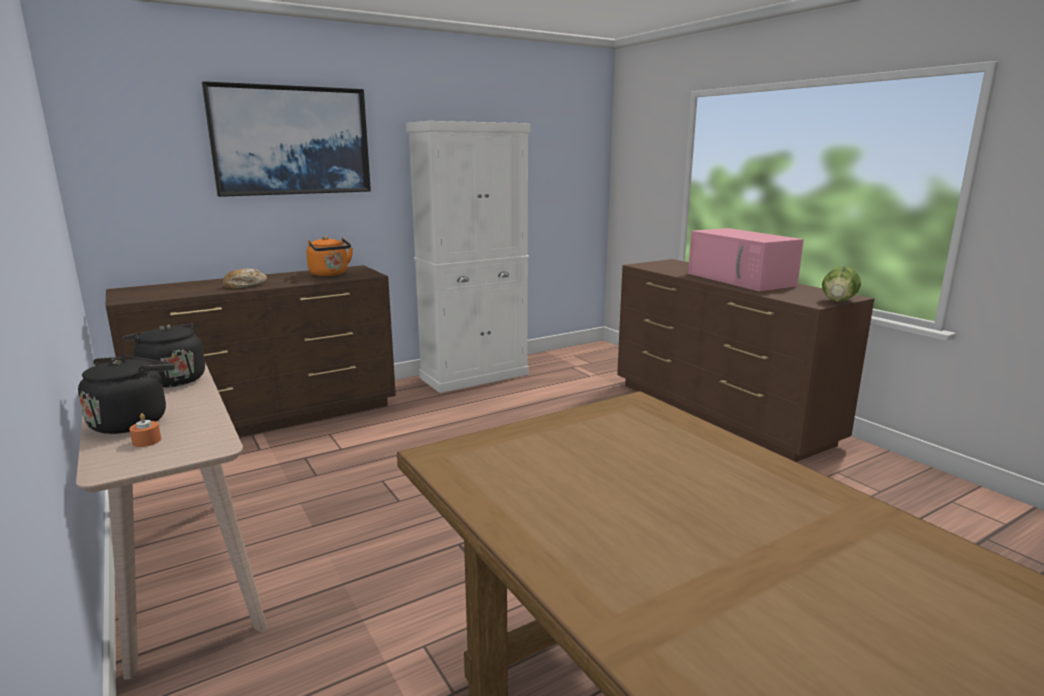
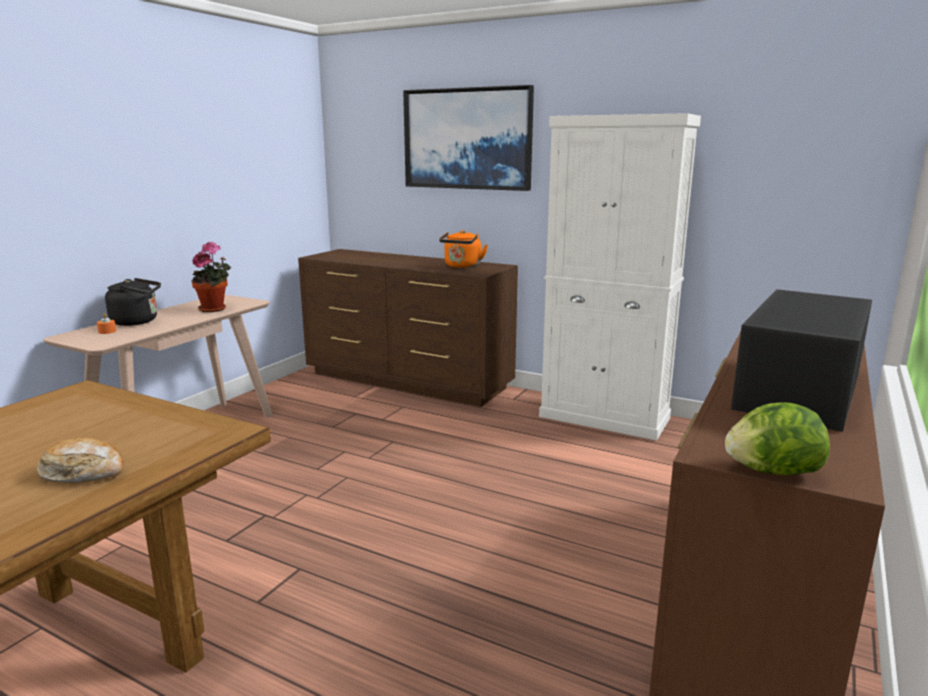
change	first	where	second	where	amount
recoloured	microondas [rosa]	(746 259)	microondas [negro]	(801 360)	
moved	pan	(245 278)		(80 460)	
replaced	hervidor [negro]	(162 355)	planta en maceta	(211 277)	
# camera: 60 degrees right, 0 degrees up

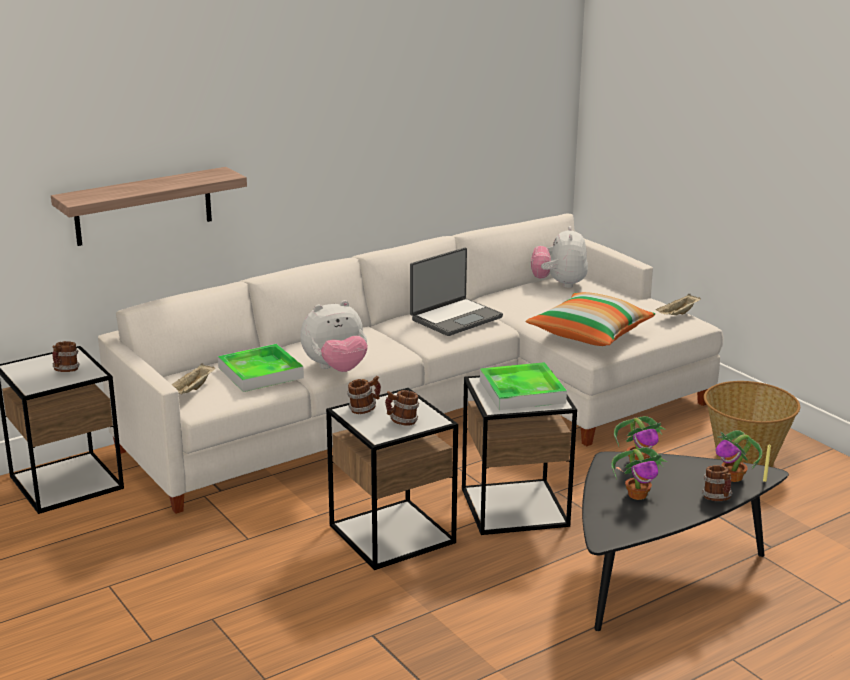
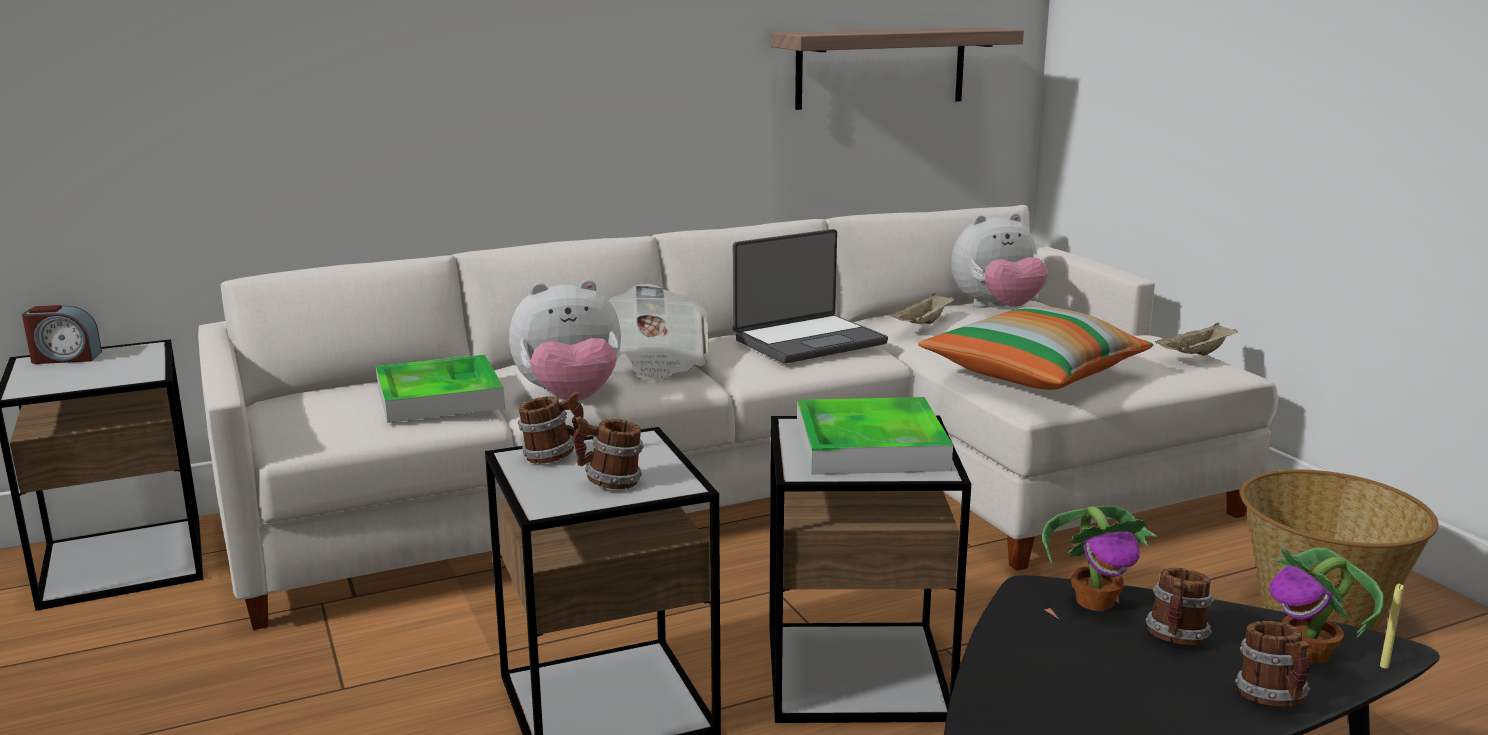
change	first	where	second	where	amount
moved	estante	(149 206)		(897 68)	
turned	peluche	(559 257)		(999 260)	120 degrees counterclockwise
moved	taza grande	(66 356)		(1179 607)	
moved	bandeja [beis]	(193 378)		(922 308)	
removed	planta en maceta	(639 473)			
added			periódico	(659 332)	
added			despertador	(62 334)	
# camera: 10 degrees right, 5 degrees down

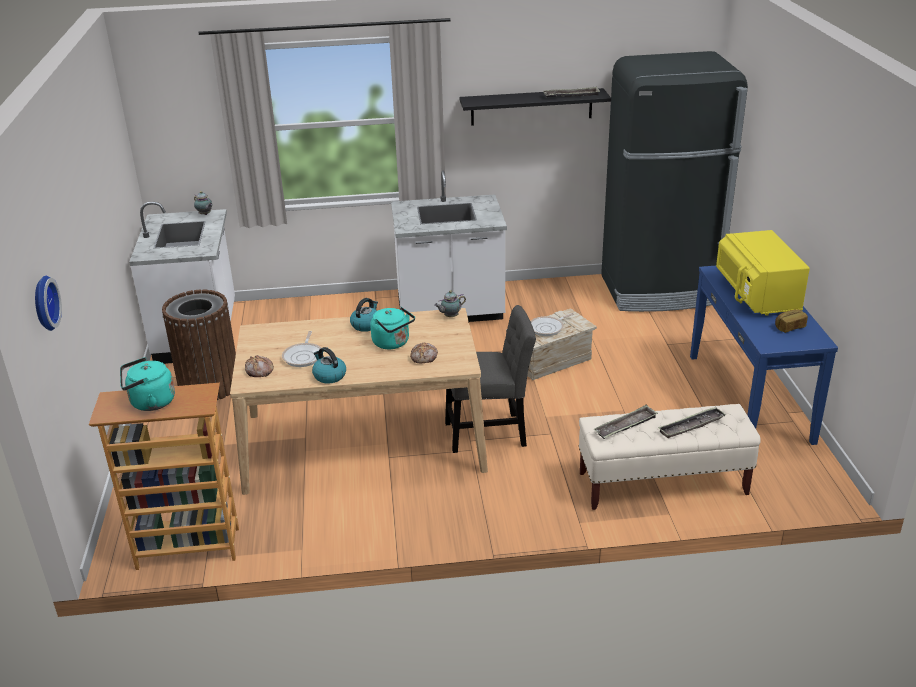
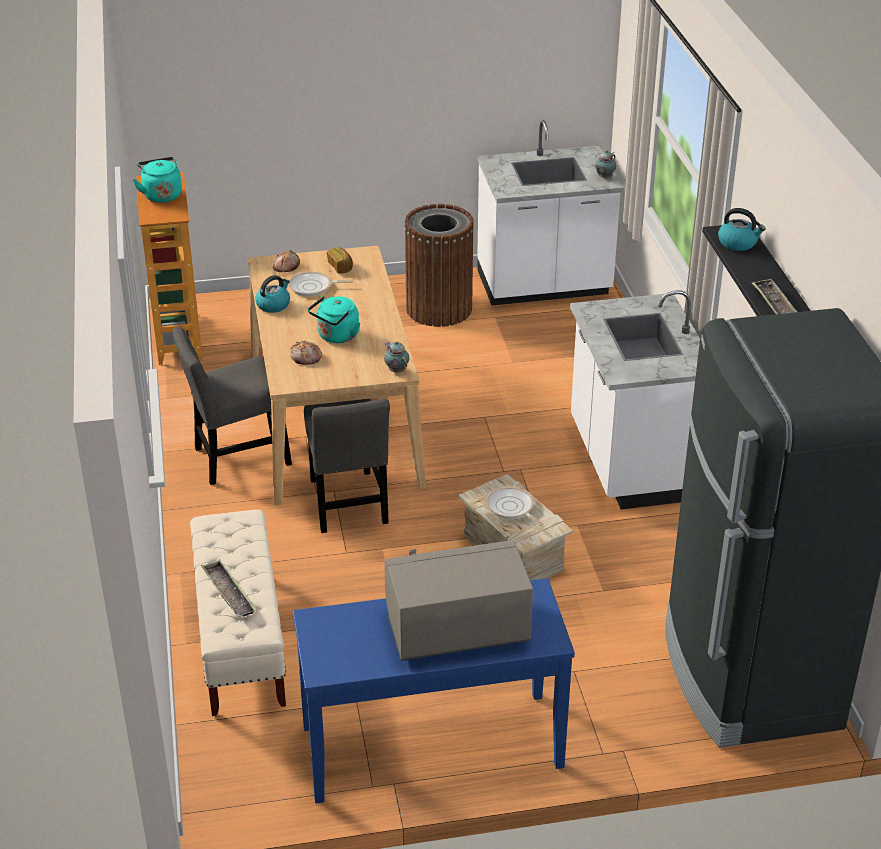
change	first	where	second	where	amount
recoloured	microondas [amarillo]	(763 273)	microondas [gris]	(458 600)	
removed	reloj de pared	(48 303)			
moved	hervidor	(364 315)		(742 229)	
moved	pan	(791 321)		(340 260)	
removed	bandeja	(626 422)			
added			silla [gris]	(232 406)	
# camera: 85 degrees right, 5 degrees up

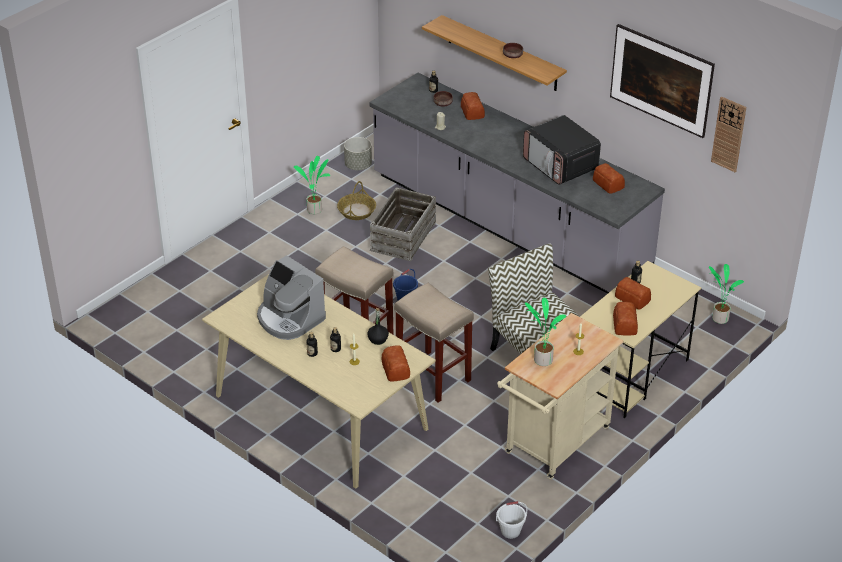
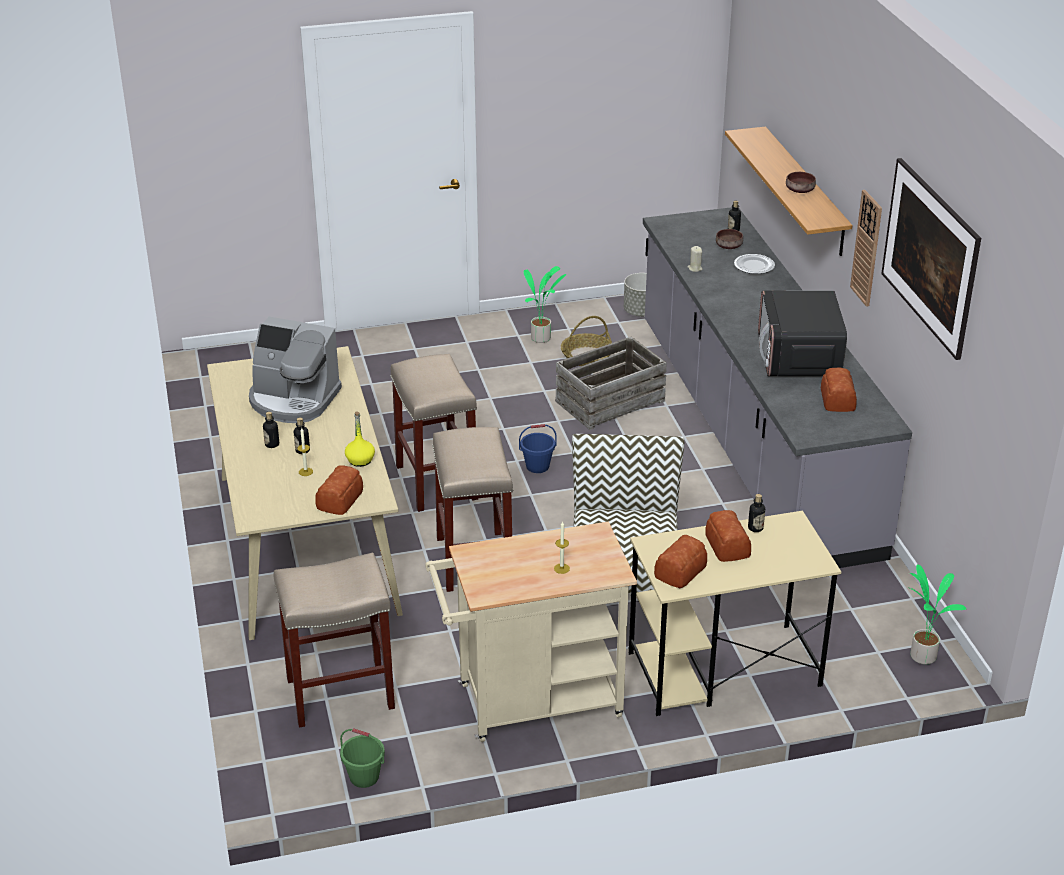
change	first	where	second	where	amount
replaced	pan	(473 106)	plato	(754 264)	
moved	reloj de pared	(728 134)		(866 248)	
turned	cafetera	(291 297)		(295 370)	60 degrees counterclockwise
removed	planta en maceta	(545 332)			
recoloured	botella [negro]	(378 326)	botella [amarillo]	(360 439)	
recoloured	cubo [blanco]	(511 520)	cubo [verde]	(362 758)	
added			taburete [beis]	(334 640)	
# camera: 35 degrees right, 5 degrees down

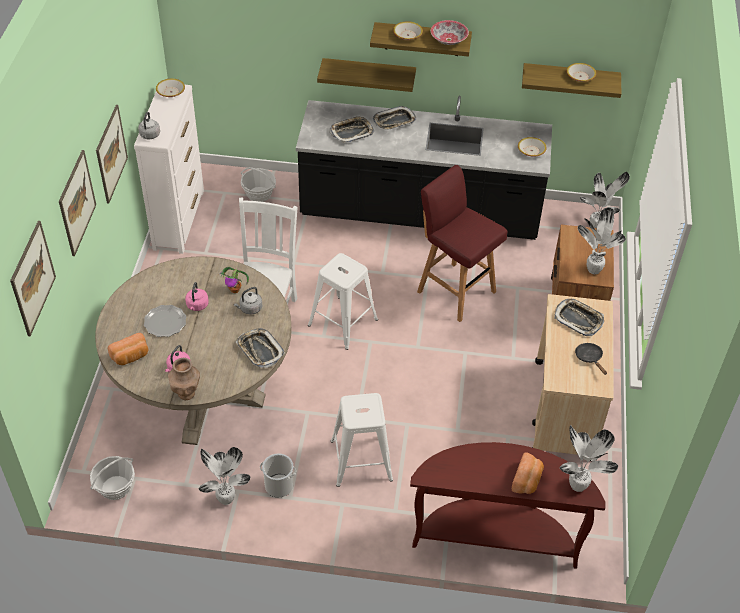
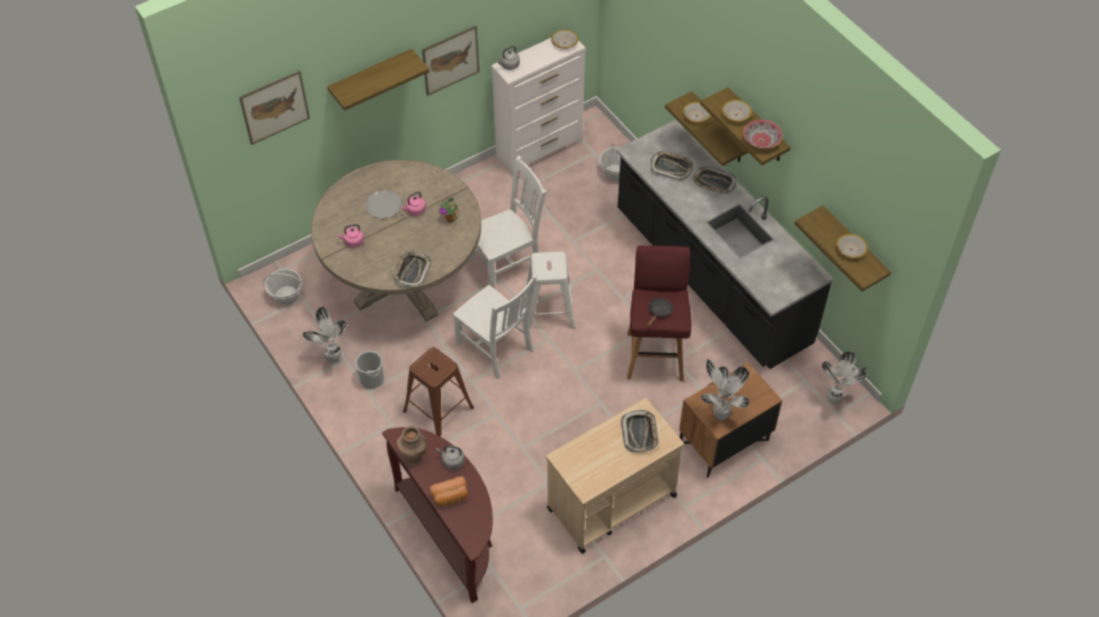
change	first	where	second	where	amount
moved	cuenco	(532 147)		(697 112)	
replaced	cuadro	(77 203)	estante	(378 80)	
moved	hervidor [gris]	(248 301)		(450 457)	
removed	pan	(128 349)			
moved	sartén [negro]	(591 359)		(660 312)	
moved	florero [marrón]	(184 379)		(412 444)	
recoloured	taburete [blanco]	(362 440)	taburete [marrón]	(438 392)	
removed	planta en maceta	(589 458)			
added			silla [blanco]	(495 327)	
# camera: 50 degrees right, 5 degrees up

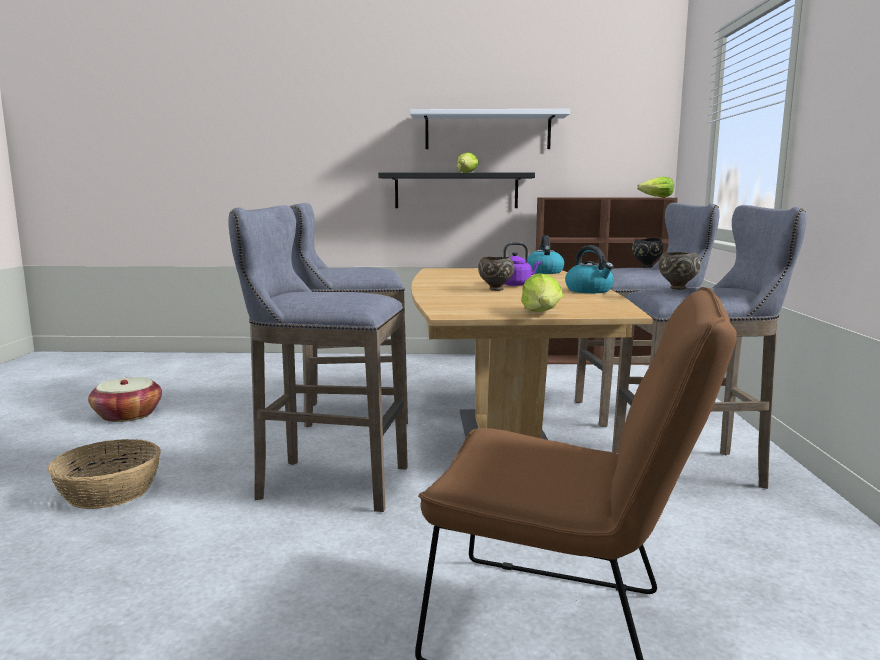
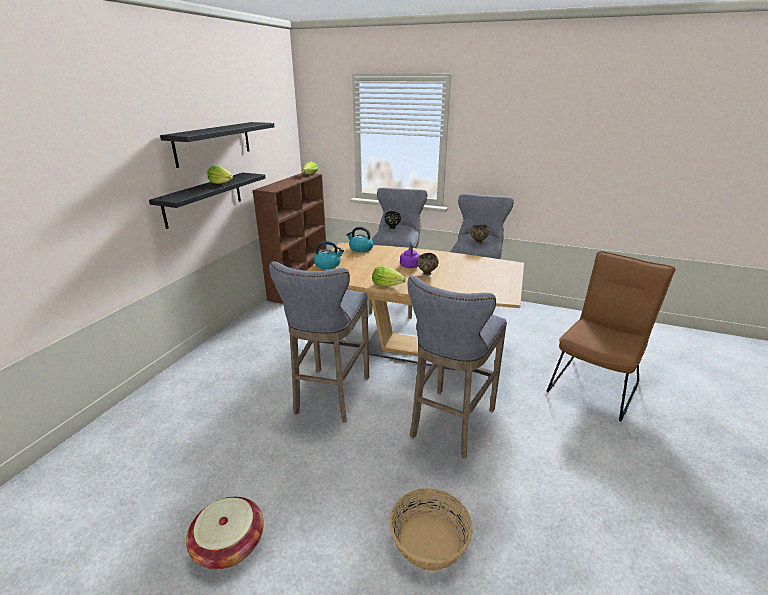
change	first	where	second	where	amount
recoloured	estante [blanco]	(490 129)	estante [negro]	(217 145)	
moved	hervidor	(589 269)		(329 255)	
moved	lechuga	(542 292)		(389 276)	
# camera: 70 degrees left, 15 degrees up

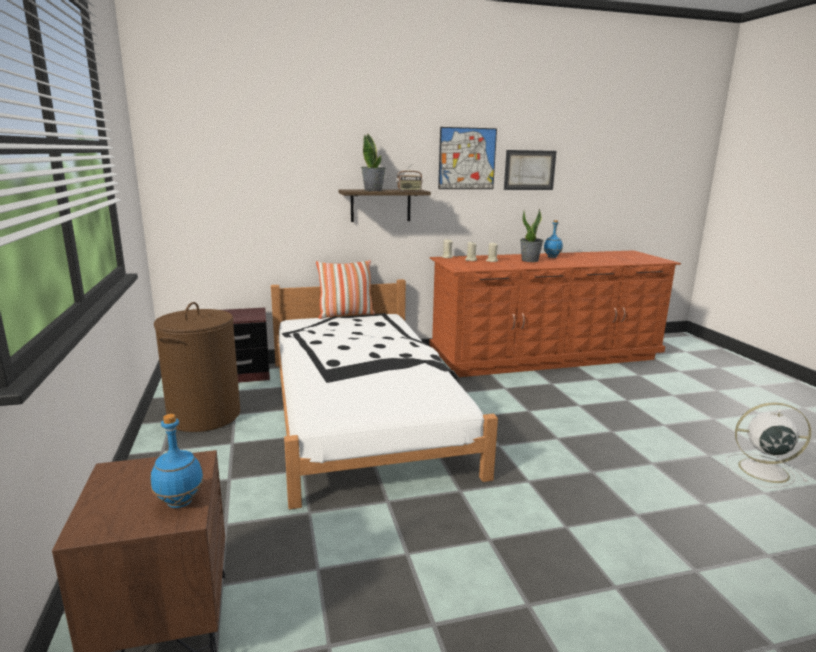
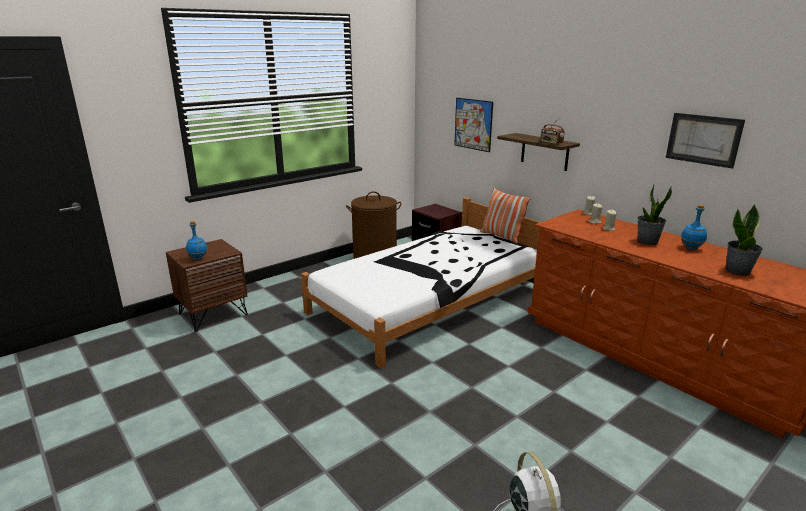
change	first	where	second	where	amount
moved	cuadro	(467 158)		(473 125)	
moved	planta en maceta	(373 162)		(744 240)	
# camera: 65 degrees right, 5 degrees up

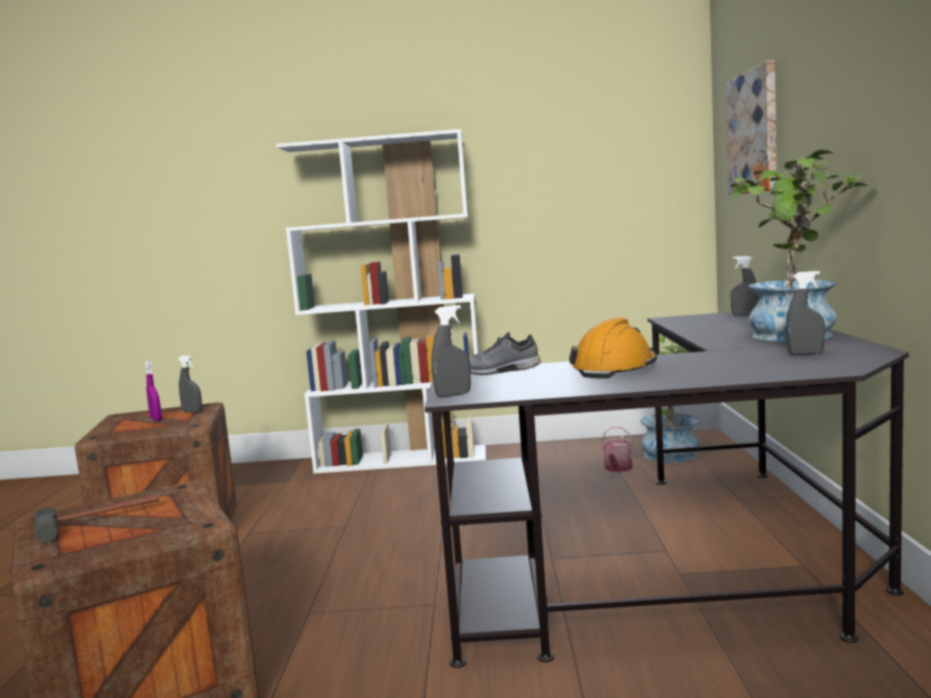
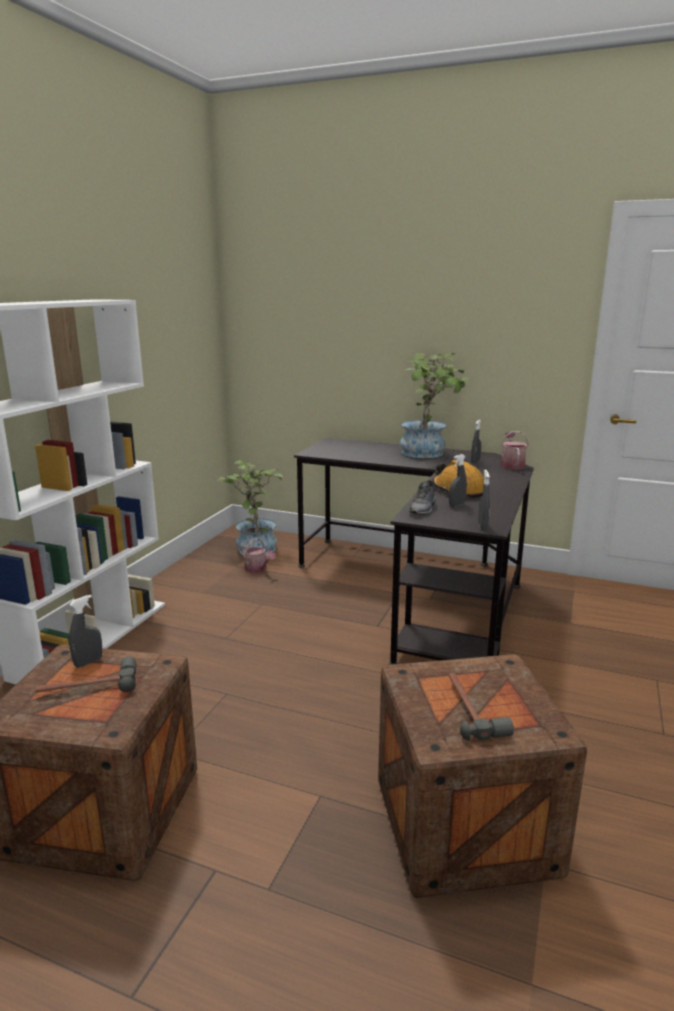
change	first	where	second	where	amount
removed	cuadro	(751 127)			
moved	pulverizador [gris]	(744 286)		(458 480)	
replaced	pulverizador [morado]	(153 391)	martillo	(86 674)	
added			regadera	(515 450)	
# camera: 70 degrees left, 10 degrees up

